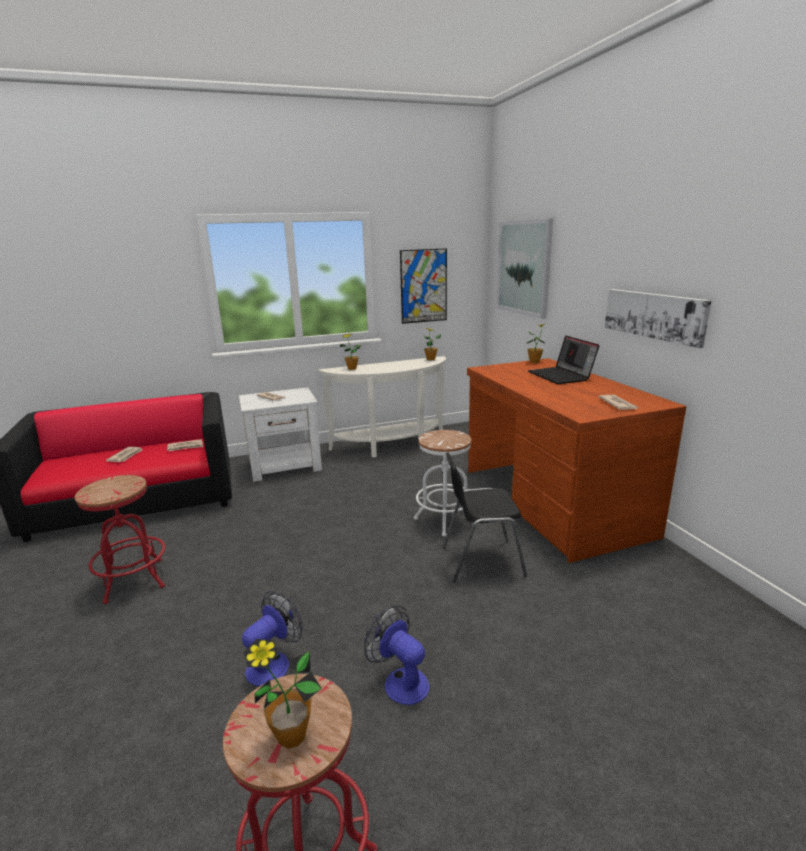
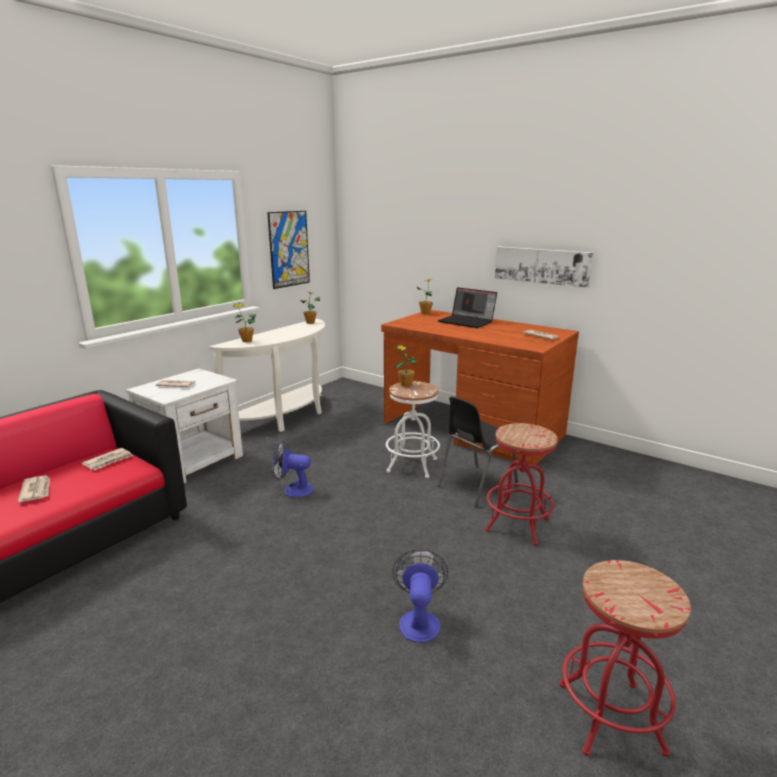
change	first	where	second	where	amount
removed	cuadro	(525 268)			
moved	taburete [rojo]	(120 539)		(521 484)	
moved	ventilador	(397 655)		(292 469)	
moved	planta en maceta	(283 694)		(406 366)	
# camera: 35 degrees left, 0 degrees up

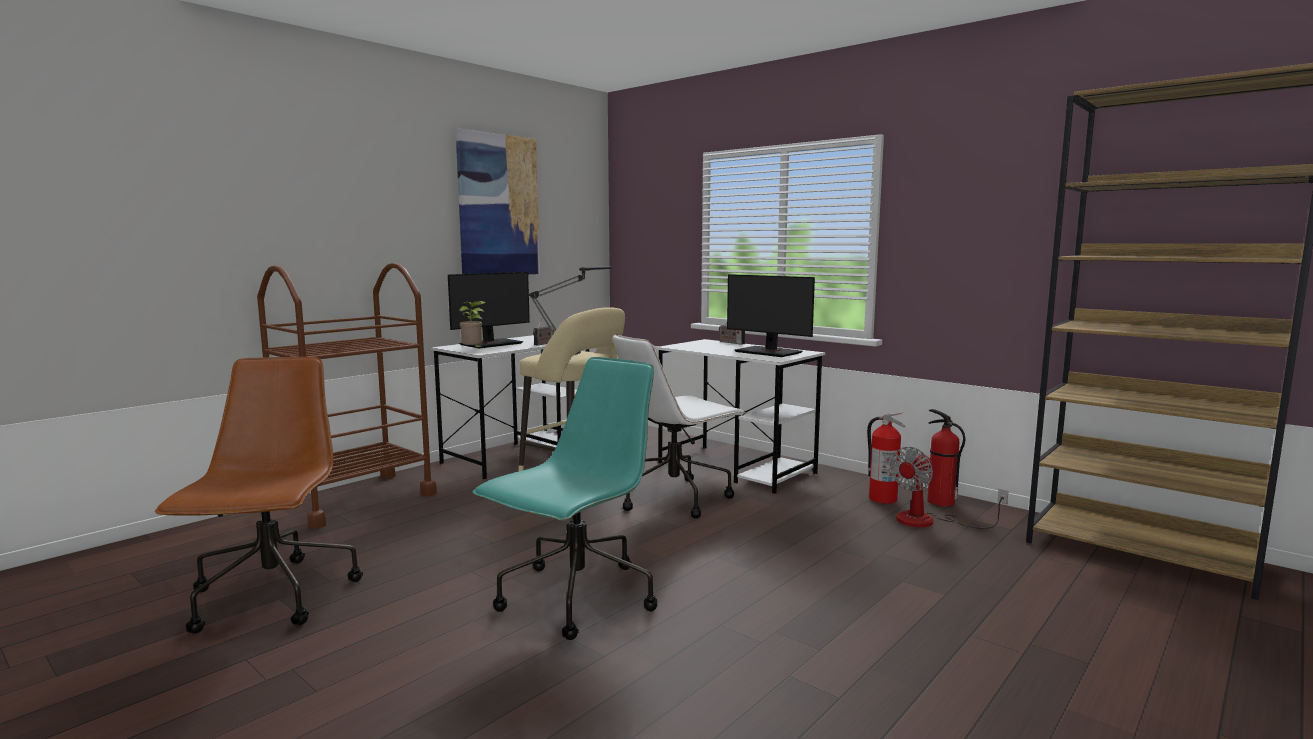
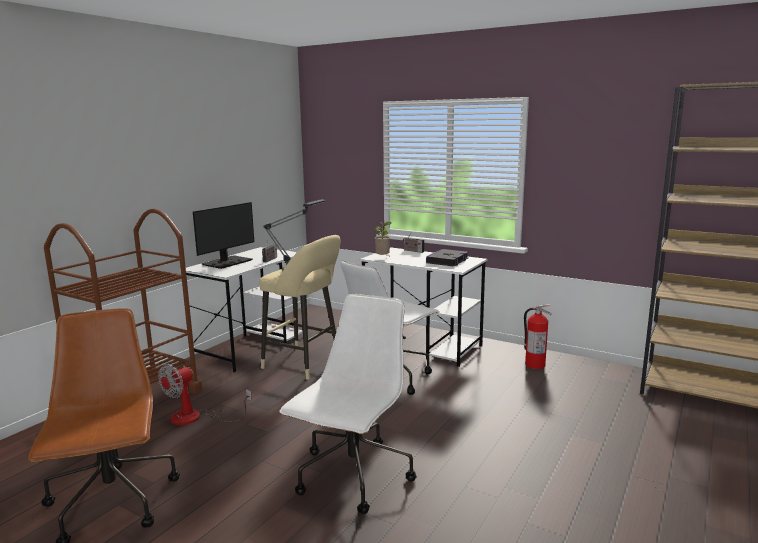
change	first	where	second	where	amount
removed	cuadro	(498 201)			
replaced	monitor	(771 315)	libro	(447 258)	
moved	planta en maceta	(472 324)		(382 238)	
recoloured	silla de oficina [turquesa]	(565 498)	silla de oficina [blanco]	(348 404)	
removed	extintor	(946 457)			
moved	ventilador	(949 488)		(205 394)	
# camera: 10 degrees left, 5 degrees up

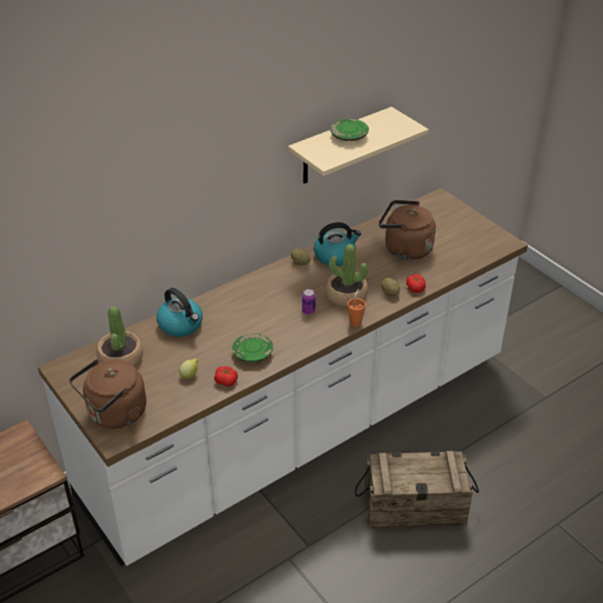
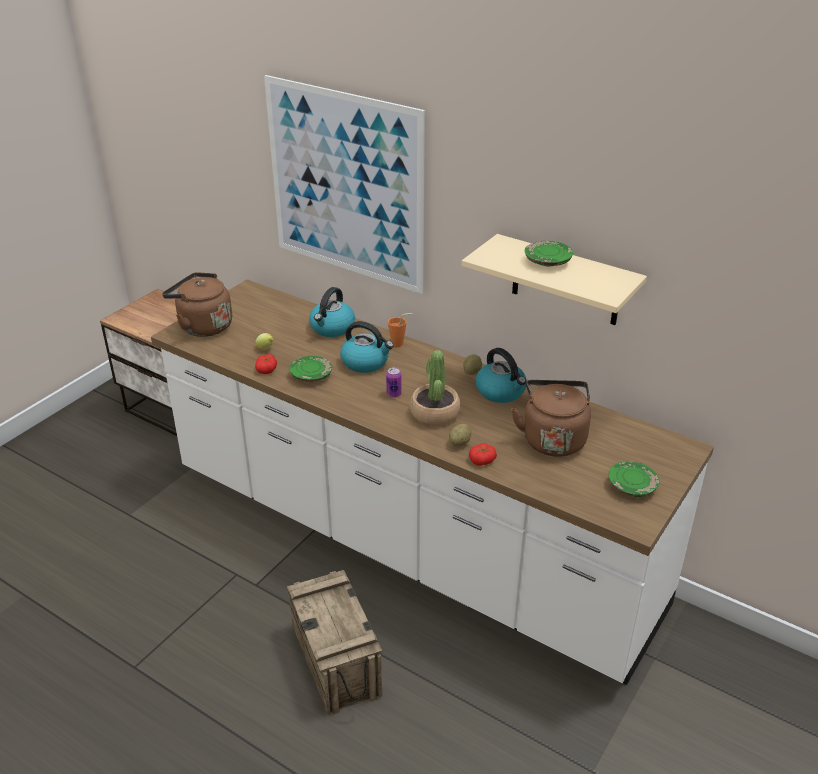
change	first	where	second	where	amount
moved	taza [naranja]	(357 308)		(400 330)	
removed	planta en maceta	(119 336)			
added			cuadro	(344 184)	
added			hervidor	(367 347)	
added			plato [verde]	(634 479)	
# camera: 70 degrees right, 5 degrees down

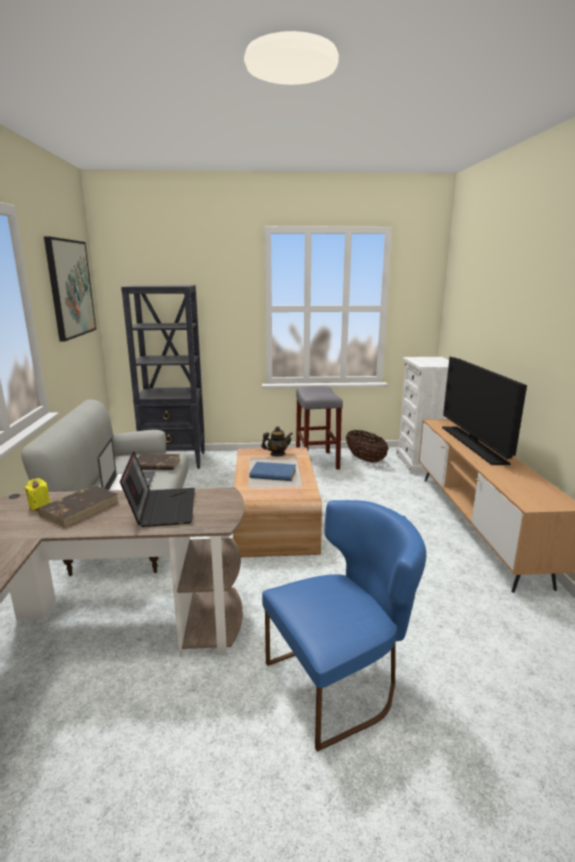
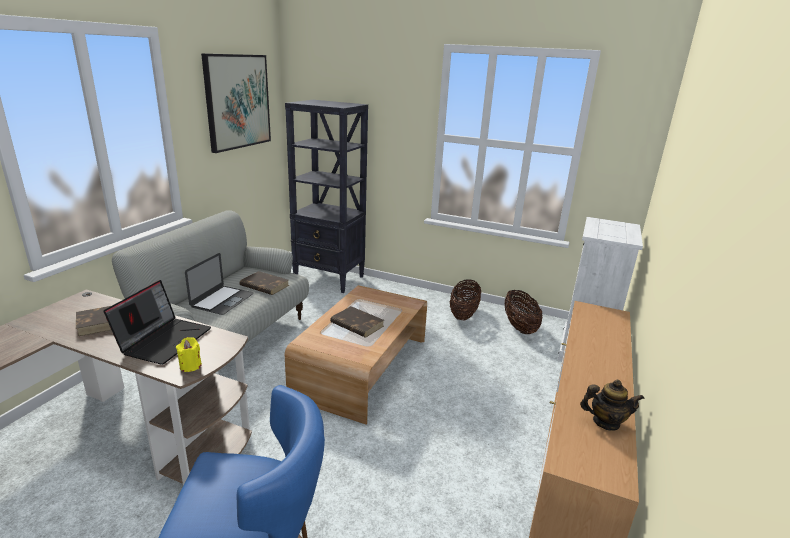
change	first	where	second	where	amount
removed	televisor	(484 411)			
replaced	taburete [gris]	(319 428)	cesta	(465 299)	
moved	tetera	(277 441)		(612 405)	
recoloured	libro [azul]	(272 471)	libro [marrón]	(357 322)	
moved	vela [amarillo]	(38 494)		(189 354)	
# camera: 25 degrees right, 5 degrees up

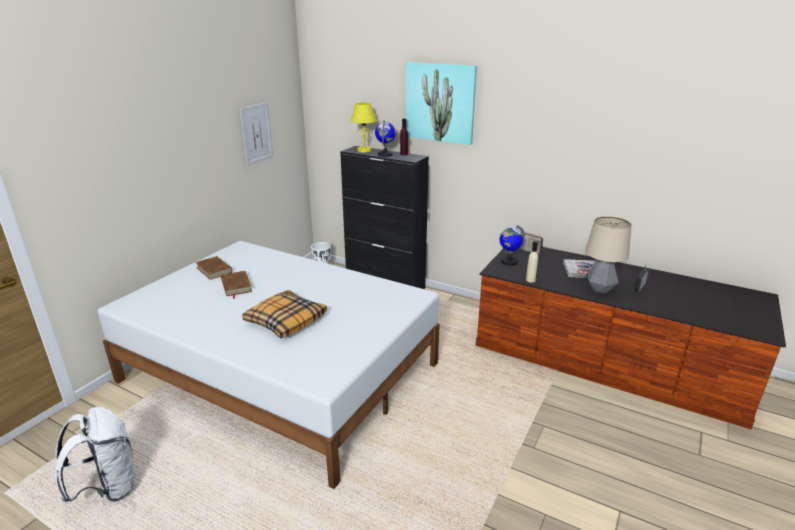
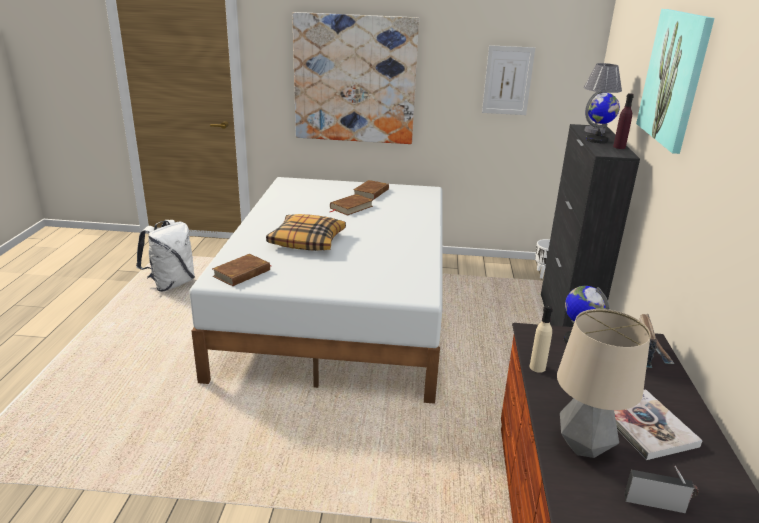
change	first	where	second	where	amount
recoloured	lámpara de mesa [amarillo]	(364 127)	lámpara de mesa [gris]	(603 98)	
added			cuadro	(355 78)	
added			libro [marrón]	(241 270)	
# camera: 65 degrees right, 0 degrees up

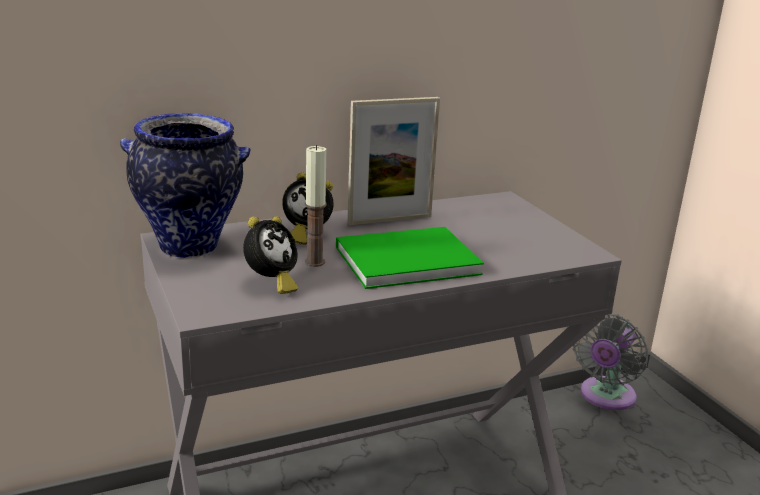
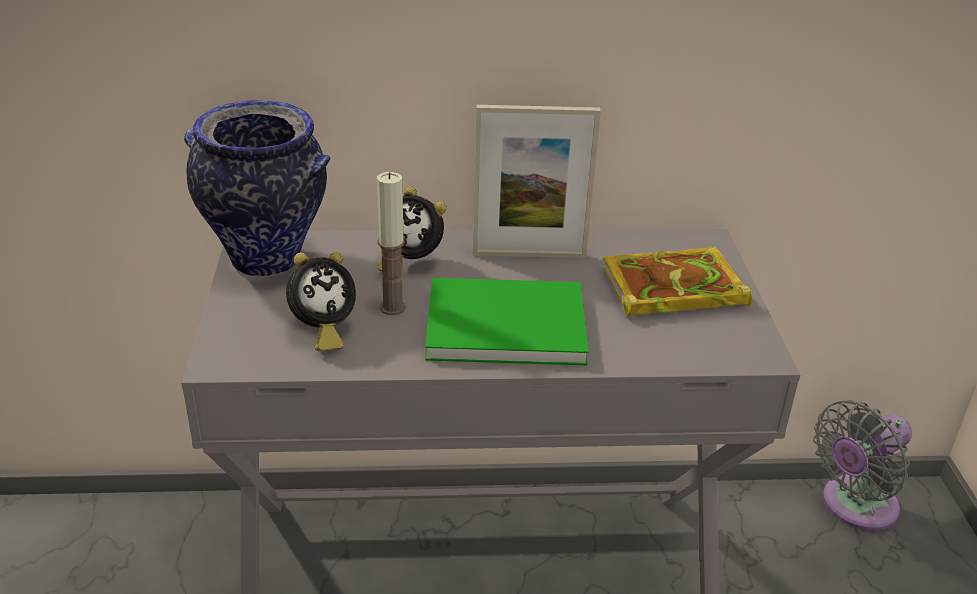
change	first	where	second	where	amount
added			libro	(677 281)	
# camera: 20 degrees right, 10 degrees up

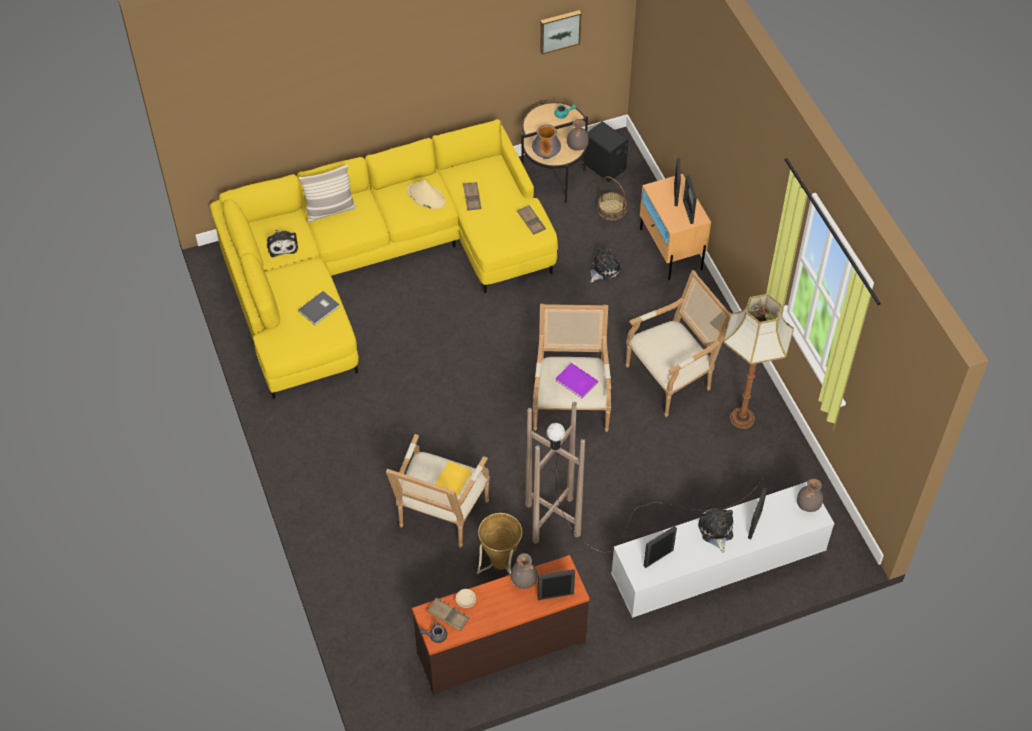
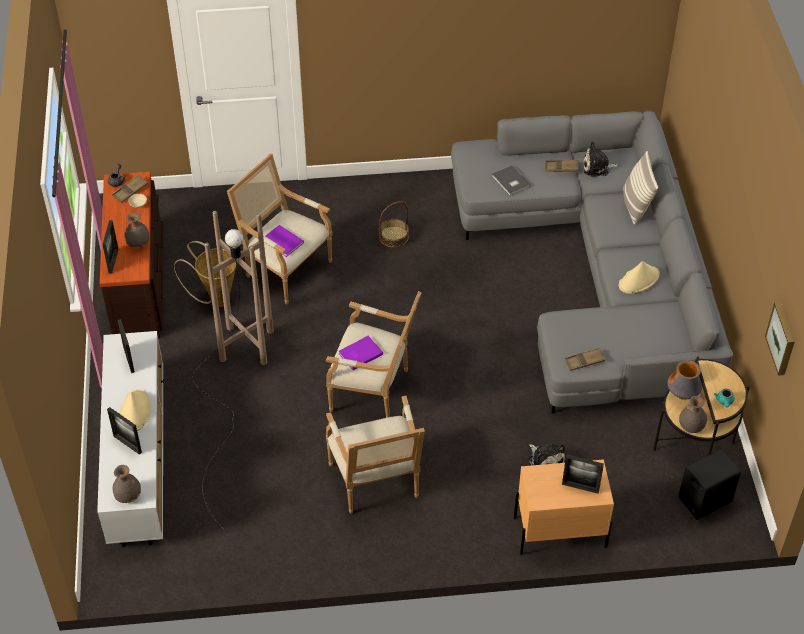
change	first	where	second	where	amount
recoloured	sofá [amarillo]	(384 259)	sofá [gris]	(592 261)	
removed	portarretratos	(690 199)			
moved	cesta	(612 198)		(394 224)	
moved	bandeja [marrón]	(472 196)		(562 166)	
removed	lámpara de pie	(758 361)			
recoloured	libro [amarillo]	(453 479)	libro [morado]	(285 241)	
replaced	peluche	(715 530)	sombrero [beis]	(135 410)	
# camera: 105 degrees right, 5 degrees down

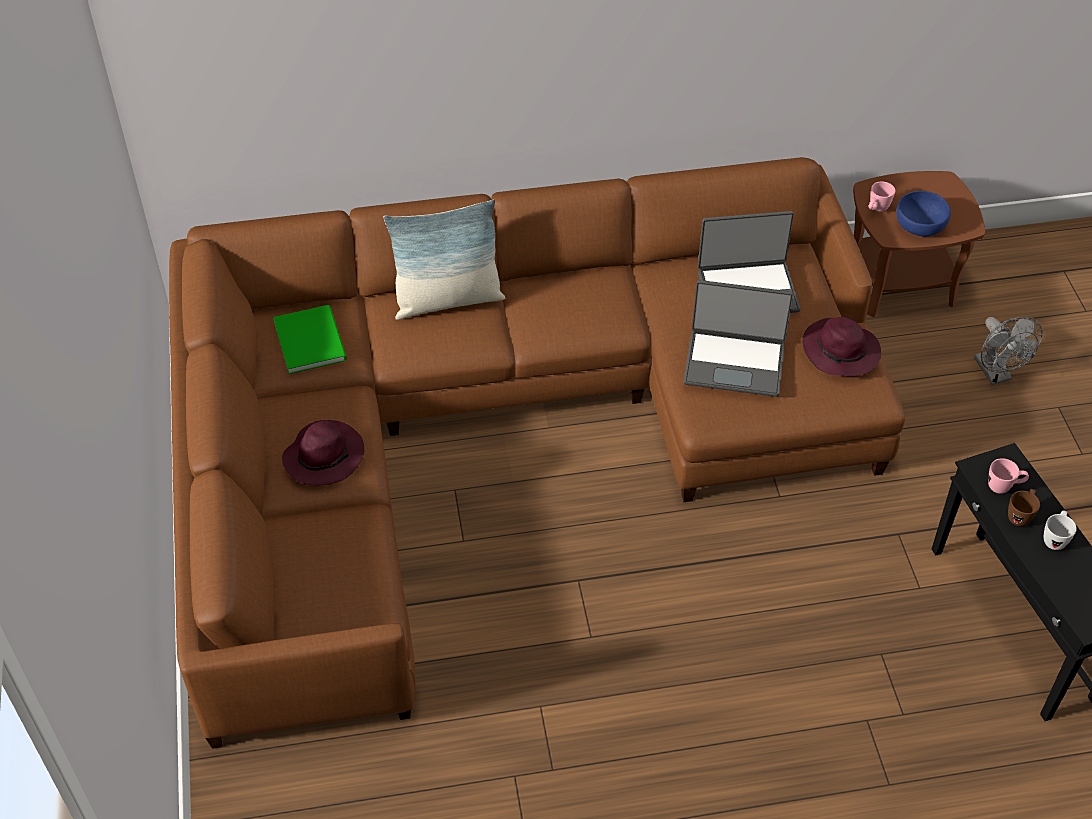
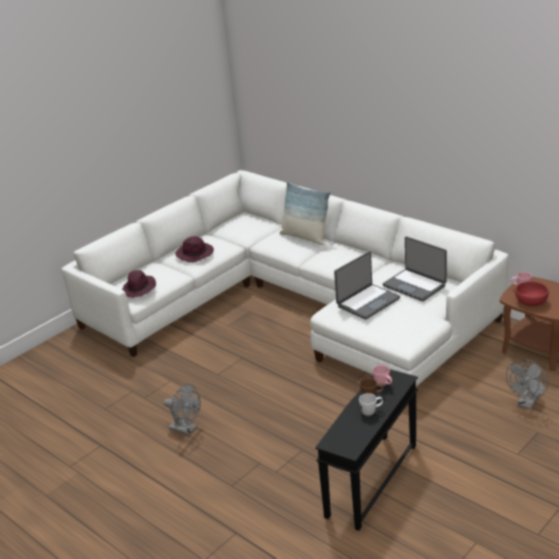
change	first	where	second	where	amount
recoloured	sofá [marrón]	(537 453)	sofá [blanco]	(285 278)	
recoloured	cuenco [azul]	(923 213)	cuenco [rojo]	(532 294)	
turned	portátil	(738 338)		(367 285)	105 degrees counterclockwise
removed	libro [verde]	(310 339)			
moved	sombrero [morado]	(841 346)		(139 284)	
added			ventilador [gris]	(182 409)	
# camera: 55 degrees right, 20 degrees down

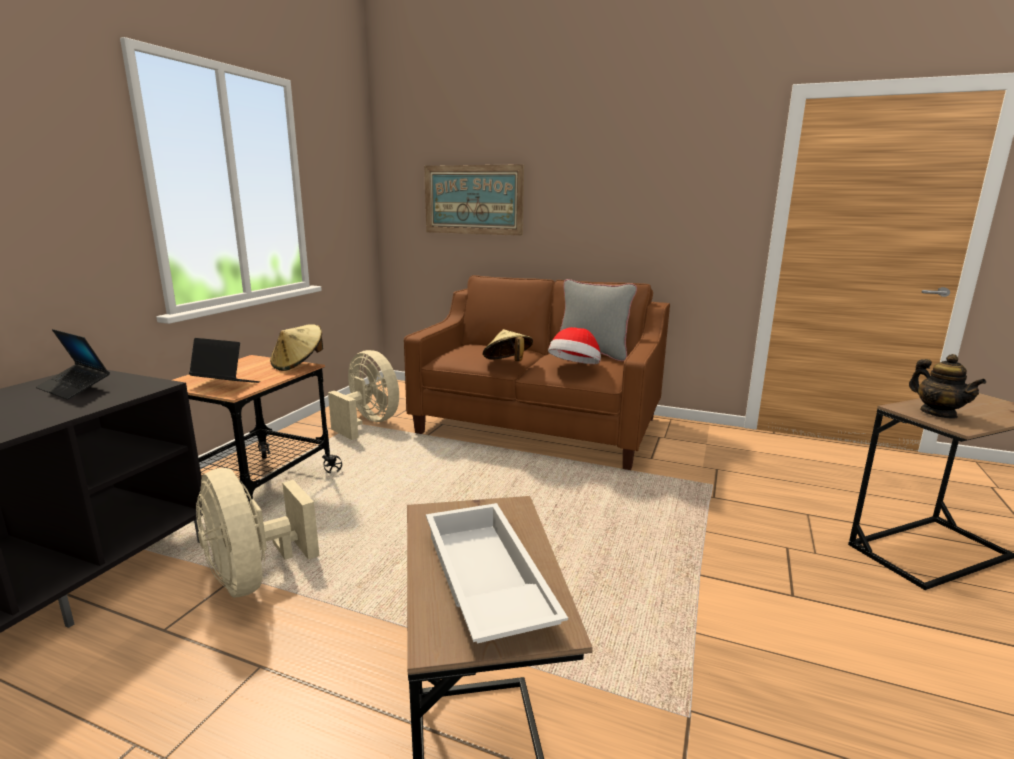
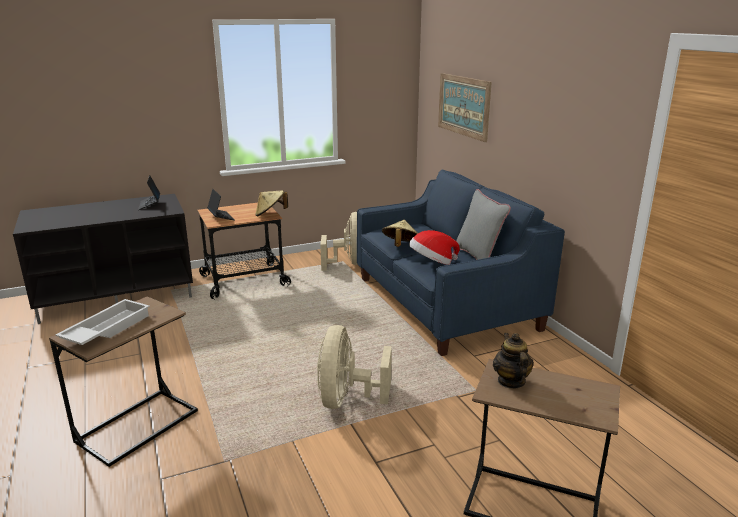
change	first	where	second	where	amount
recoloured	sofá [marrón]	(537 372)	sofá [azul]	(461 263)	
turned	tetera	(947 386)		(513 361)	150 degrees clockwise
moved	ventilador [beis]	(257 533)		(354 367)	
# camera: 45 degrees right, 5 degrees up

